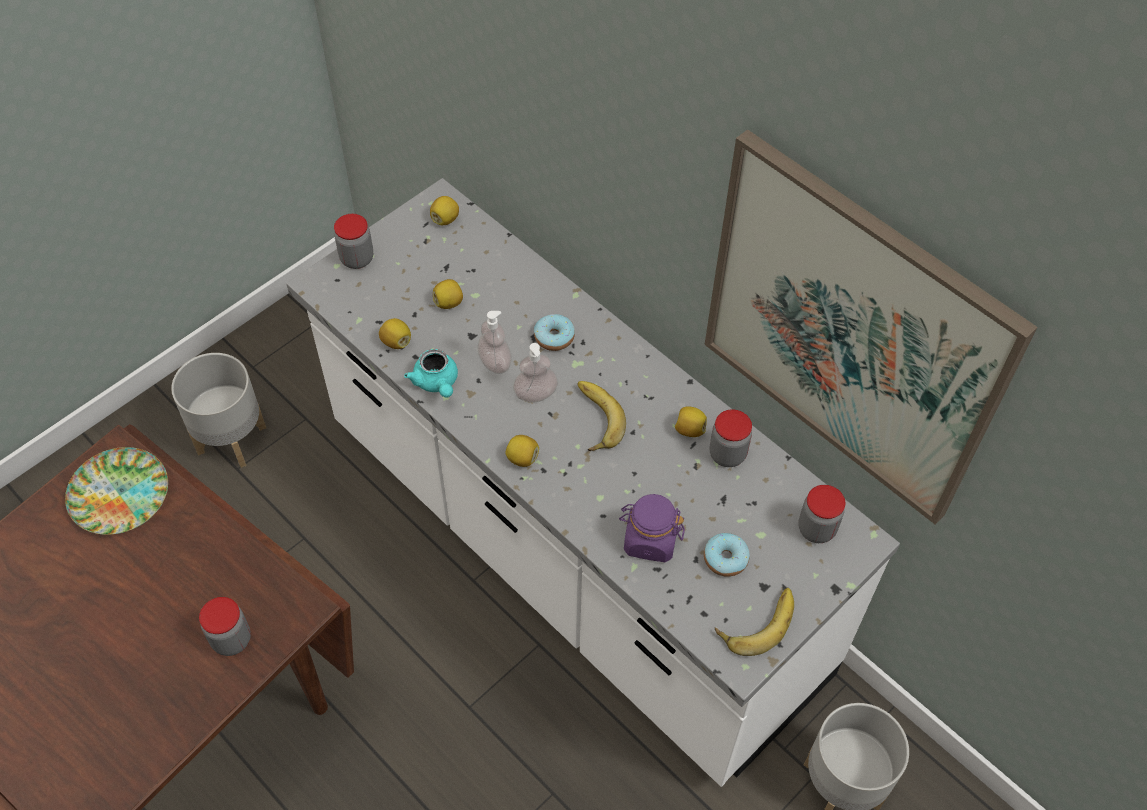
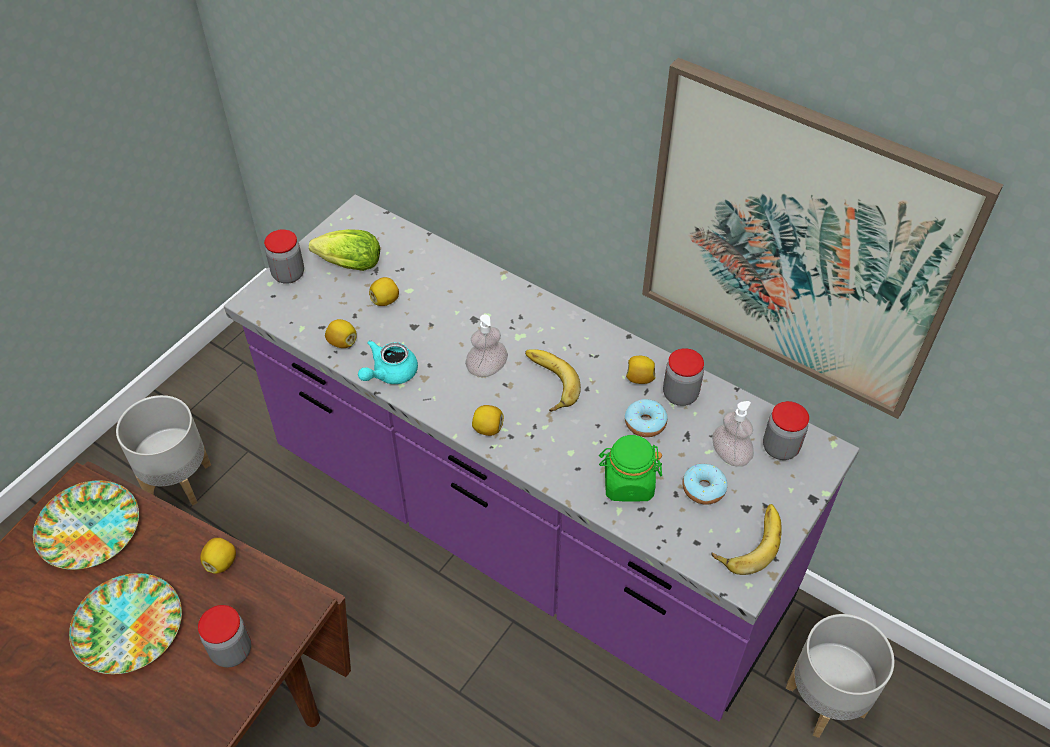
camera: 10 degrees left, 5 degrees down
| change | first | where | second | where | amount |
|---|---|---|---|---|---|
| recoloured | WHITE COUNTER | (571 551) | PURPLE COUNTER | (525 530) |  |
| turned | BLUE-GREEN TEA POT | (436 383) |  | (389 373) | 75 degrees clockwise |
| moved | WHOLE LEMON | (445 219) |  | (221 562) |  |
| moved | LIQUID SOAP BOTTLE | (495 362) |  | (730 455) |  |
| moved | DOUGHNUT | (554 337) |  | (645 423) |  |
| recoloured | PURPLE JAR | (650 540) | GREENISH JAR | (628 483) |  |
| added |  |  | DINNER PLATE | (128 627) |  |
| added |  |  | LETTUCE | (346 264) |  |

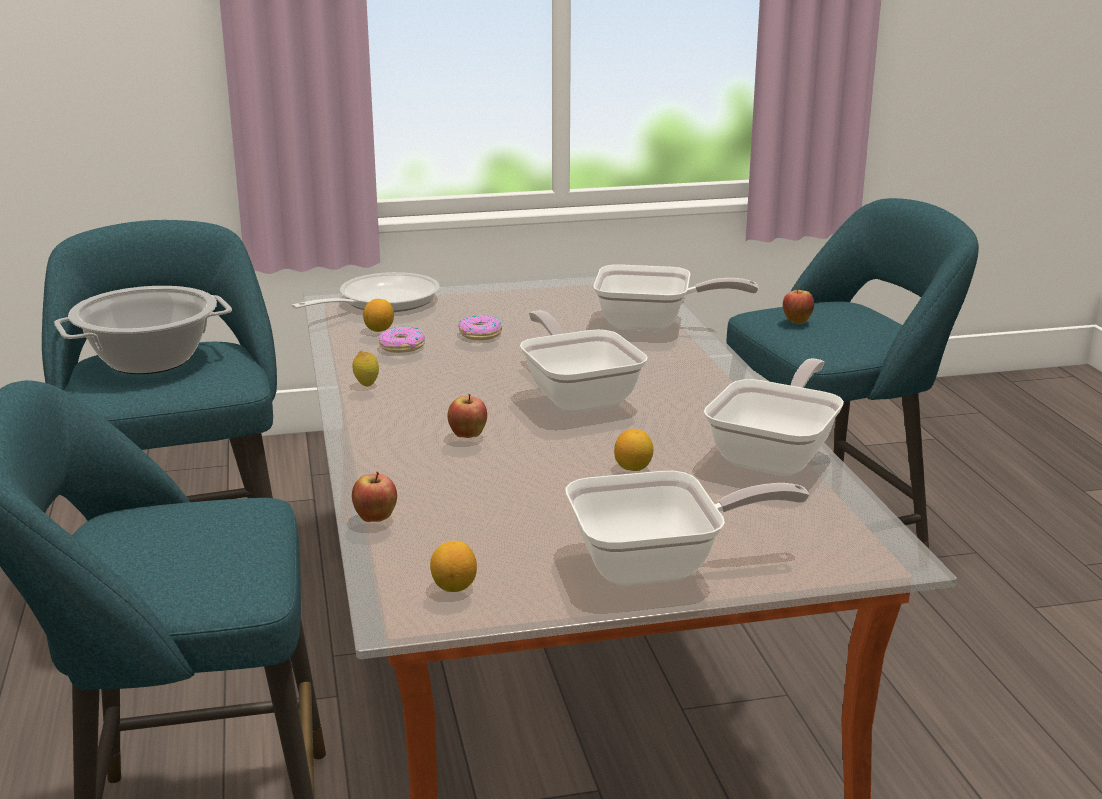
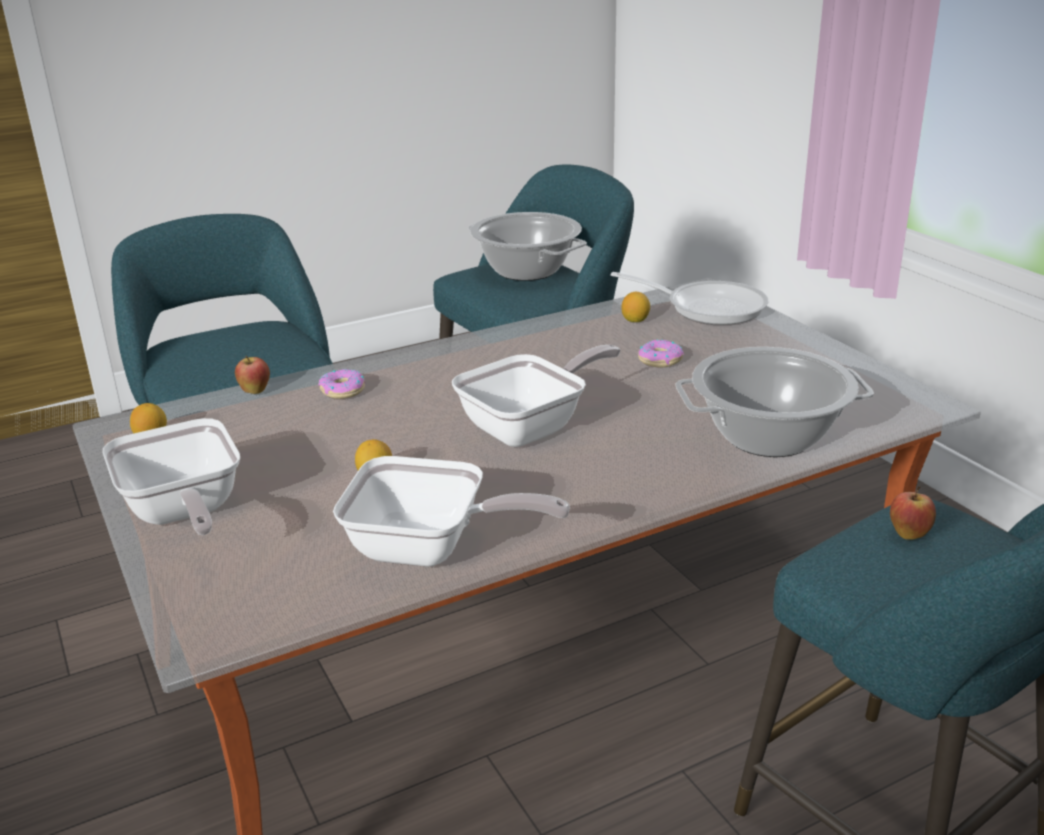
camera: 75 degrees right, 5 degrees up
| change | first | where | second | where | amount |
|---|---|---|---|---|---|
| removed | WHOLE LEMON | (366 385) |  |  |  |
| moved | DOUGHNUT | (401 347) |  | (342 390) |  |
| removed | APPLE | (468 437) |  |  |  |
| replaced | SKILLET | (653 325) | STOCKPOT | (768 437) |  |

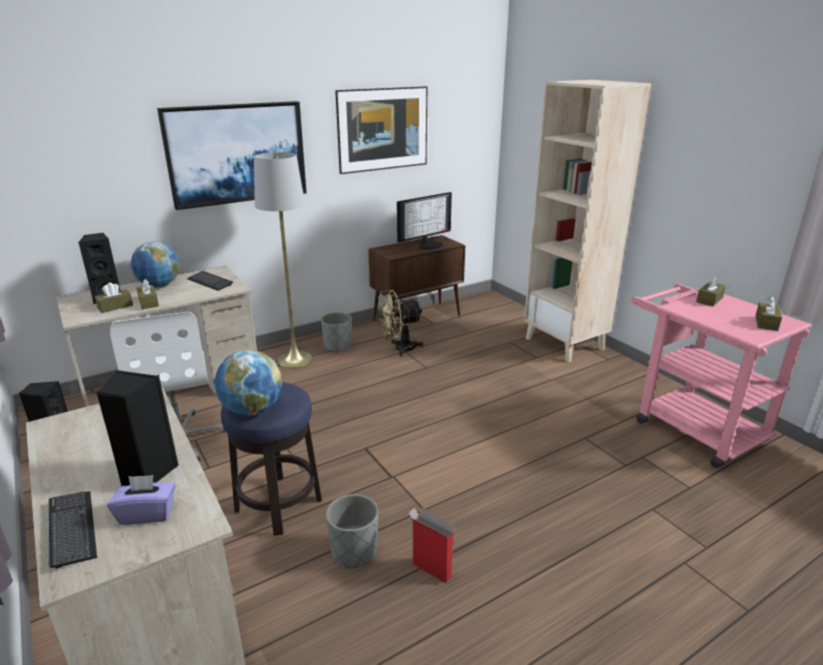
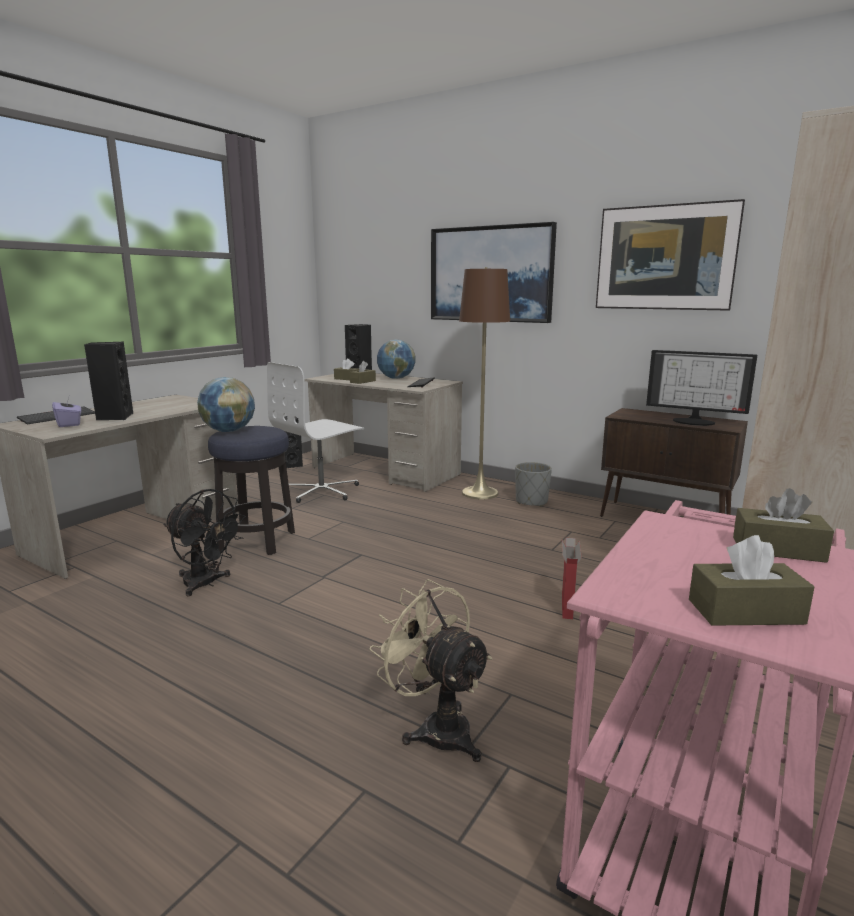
camera: 65 degrees right, 10 degrees down
| change | first | where | second | where | amount |
|---|---|---|---|---|---|
| recoloured | GRAY STANDARD LAMP | (295 360) | BROWN-COLOURED STANDARD LAMP | (480 493) |  |
| replaced | GRAY PLANT POT | (353 551) | BLACK ELECTRIC FAN | (206 584) |  |
| moved | BEIGE ELECTRIC FAN | (399 349) |  | (436 728) |  |
| moved | CARDBOARD BOX | (430 570) |  | (567 607) |  |

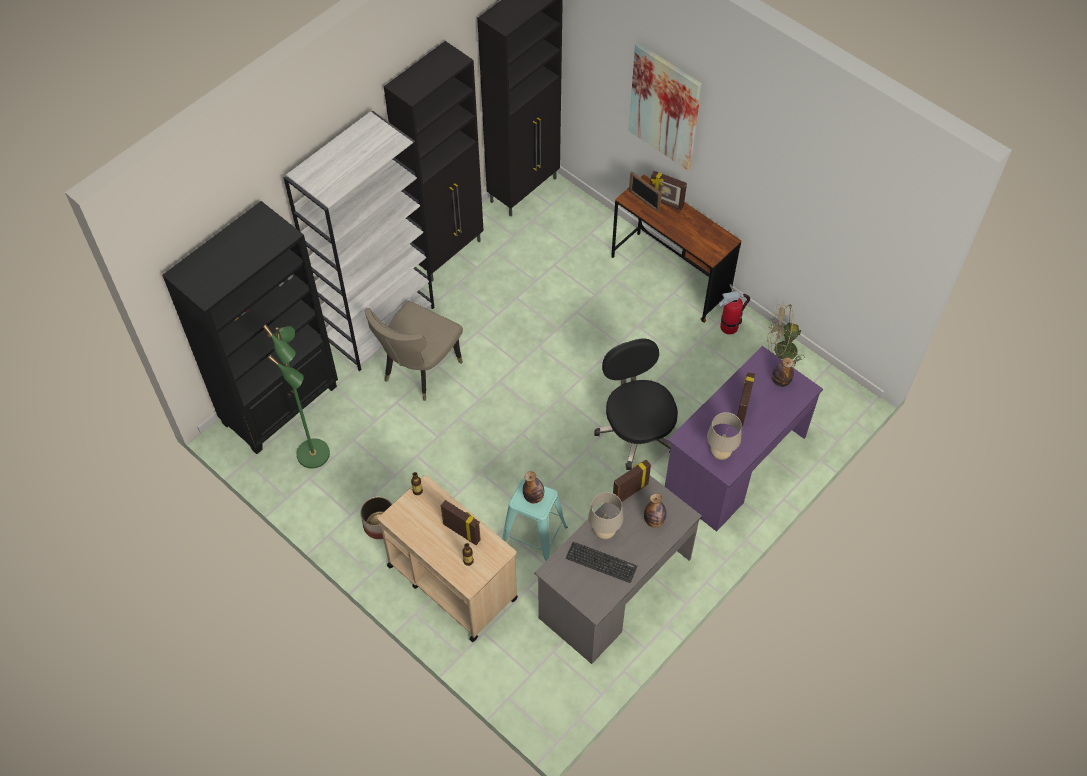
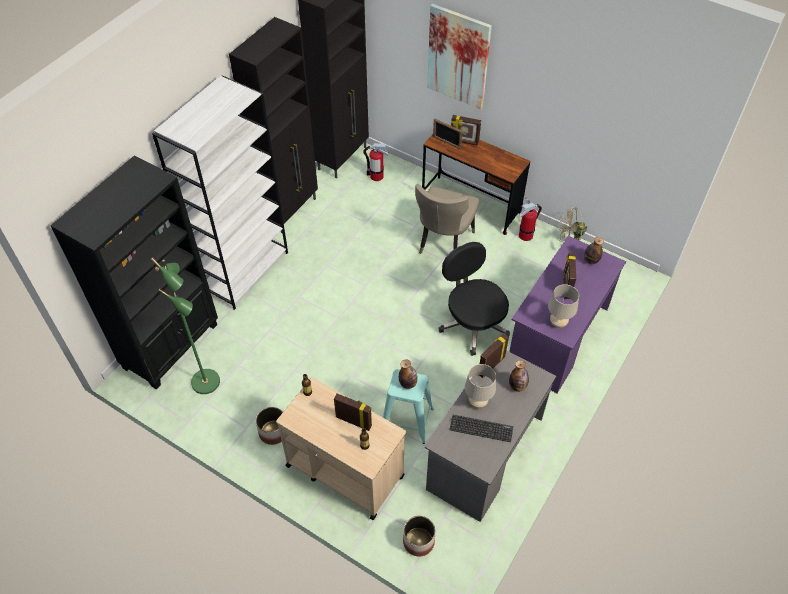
camera: 10 degrees left, 5 degrees down
| change | first | where | second | where | amount |
|---|---|---|---|---|---|
| moved | BEIGE PLAIN CHAIR | (418 371) |  | (443 243) |  |
| added |  |  | FIRE EXTINGUISHER | (376 176) |  |
| added |  |  | PLANT POT | (418 541) |  |

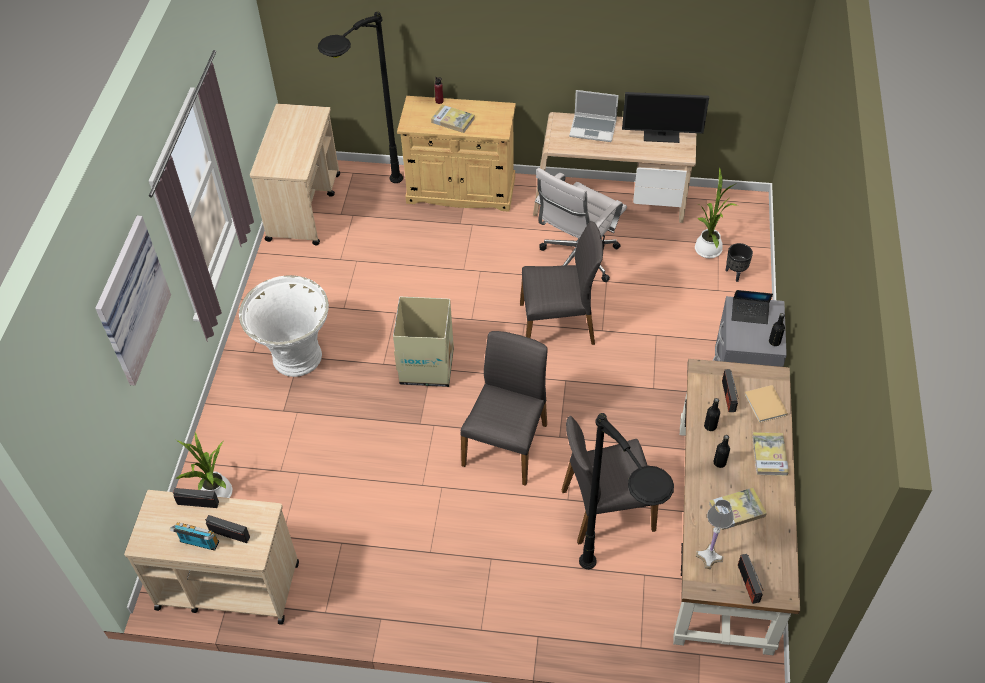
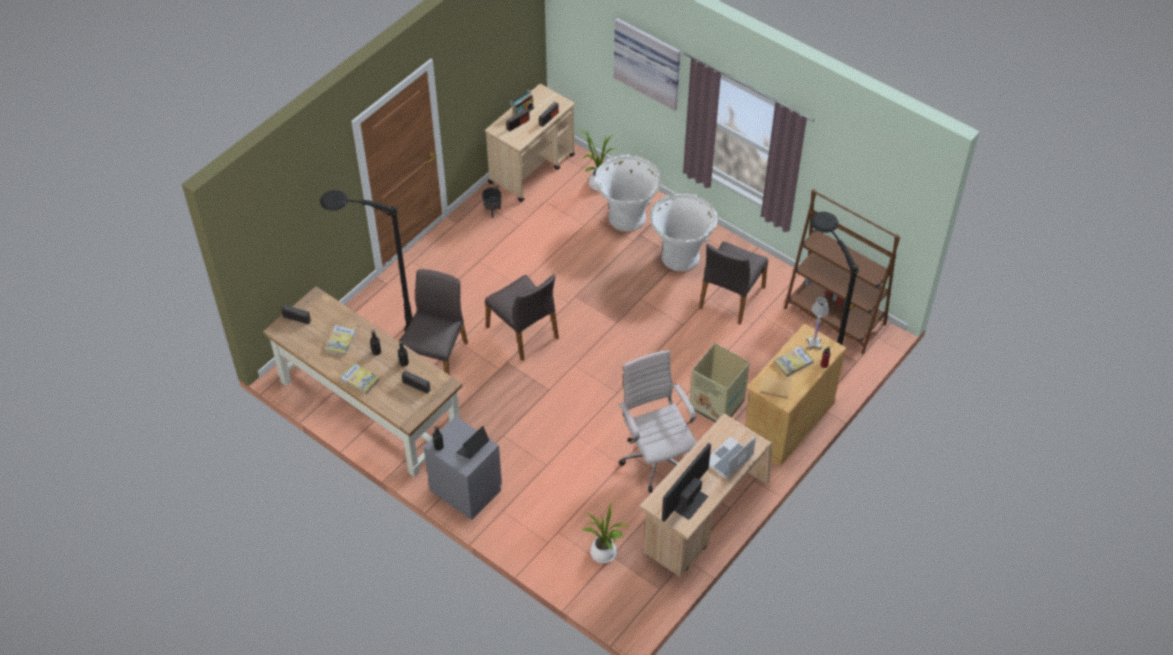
camera: 120 degrees right, 0 degrees up
| change | first | where | second | where | amount |
|---|---|---|---|---|---|
| replaced | BEIGE WHEELED CART | (304 206) | BROWN-COLOURED BOOKSHELF | (835 316) |  |
| moved | CARDBOARD BOX | (427 365) |  | (717 405) |  |
| moved | GRAY PLAIN CHAIR | (558 324) |  | (730 297) |  |
| moved | WHITE TABLETOP LAMP | (709 556) |  | (814 343) |  |
| moved | BLACK PLANT POT | (735 273) |  | (492 211) |  |
| moved | BEIGE BOUND BOOK | (766 406) |  | (775 386) |  |
| added |  |  | WHITE PLANT POT | (626 218) |  |

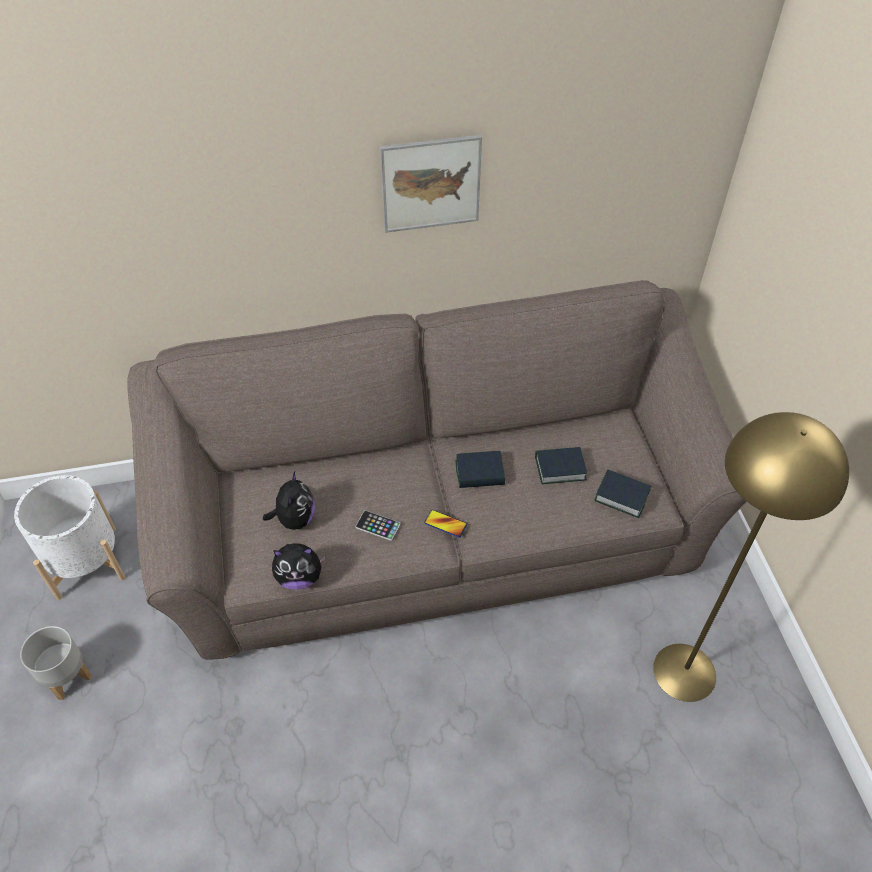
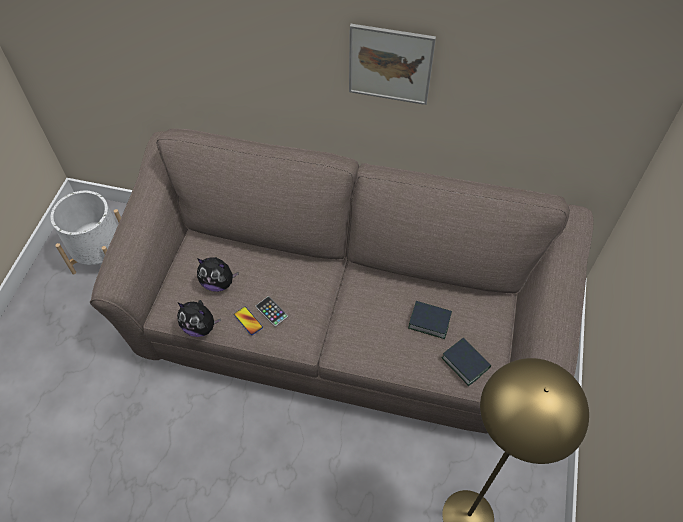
camera: 25 degrees right, 5 degrees up
| change | first | where | second | where | amount |
|---|---|---|---|---|---|
| removed | GRAY PLANT POT | (68 676) |  |  |  |
| turned | PLUSH TOY | (294 519) |  | (218 283) | 75 degrees clockwise |
| moved | HANDSET | (445 524) |  | (248 321) |  |
| removed | BOUND BOOK | (480 473) |  |  |  |

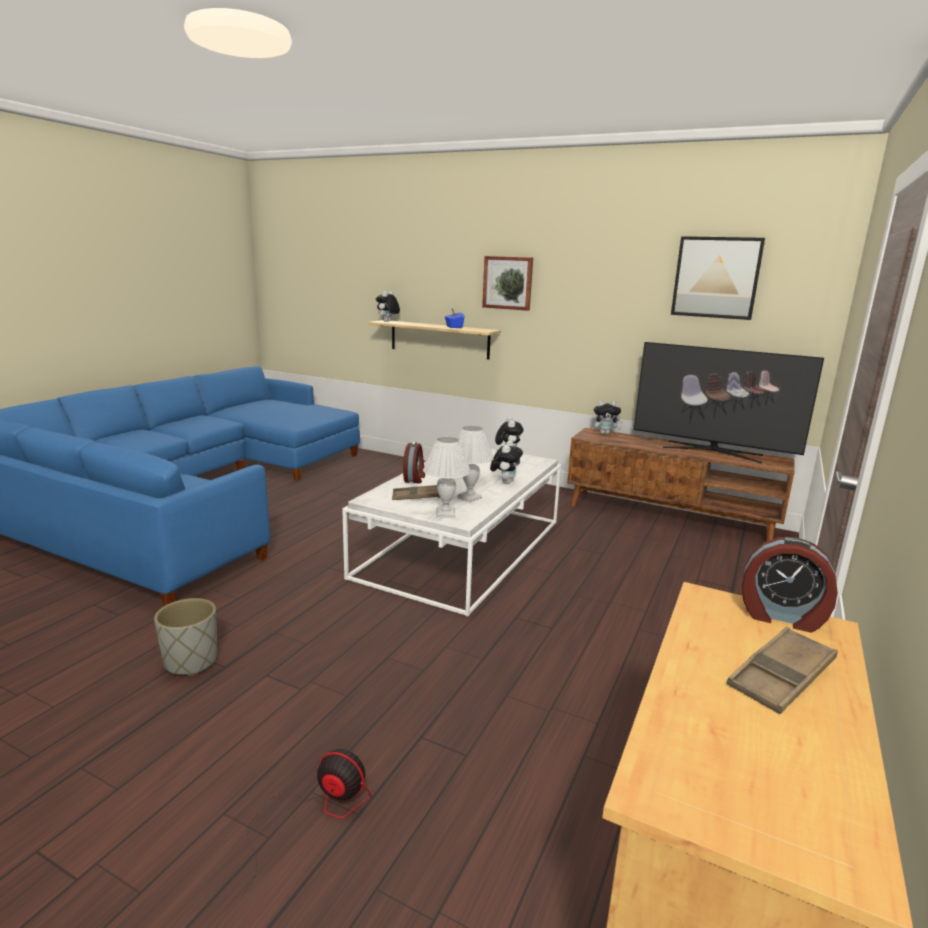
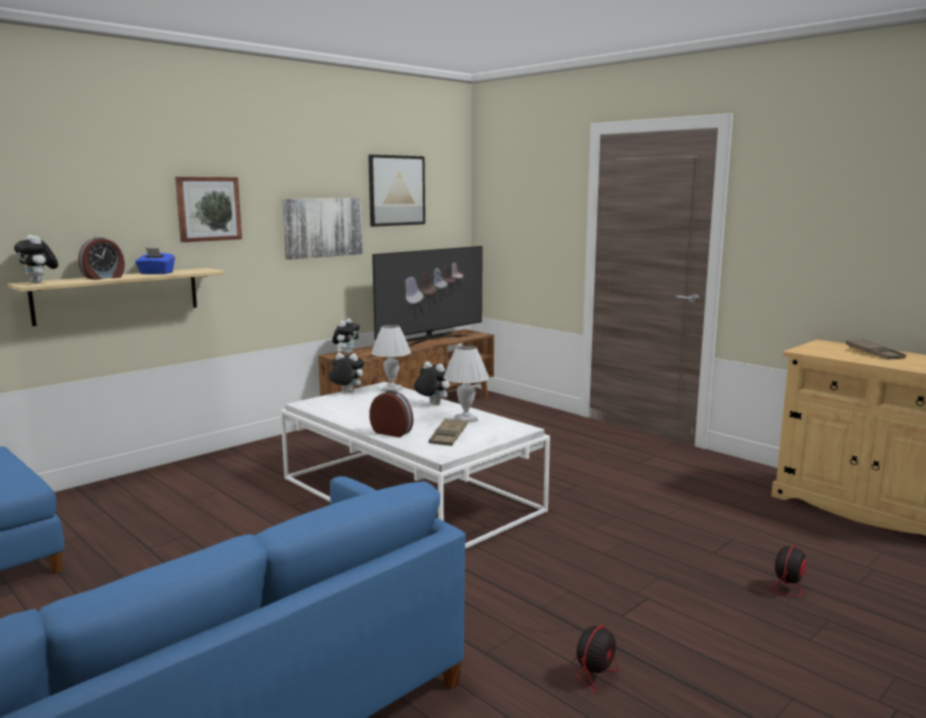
camera: 70 degrees left, 5 degrees down
| change | first | where | second | where | amount |
|---|---|---|---|---|---|
| replaced | GRAY PLANT POT | (190 662) | ELECTRIC FAN | (588 663) |  |
| moved | WHITE TABLETOP LAMP | (445 513) |  | (391 390) |  |
| moved | ALARM CLOCK | (781 616) |  | (104 278) |  |
| added |  |  | PICTURE | (322 227) |  |

